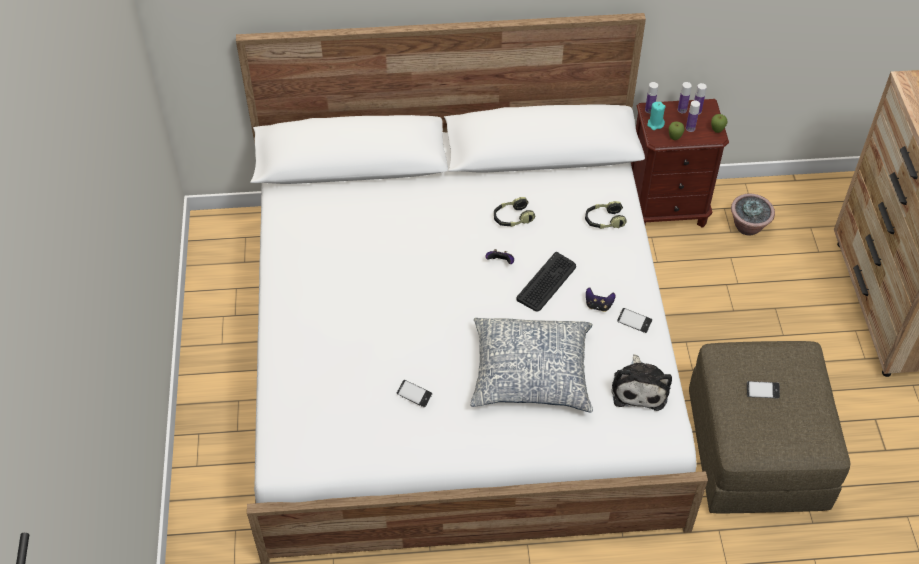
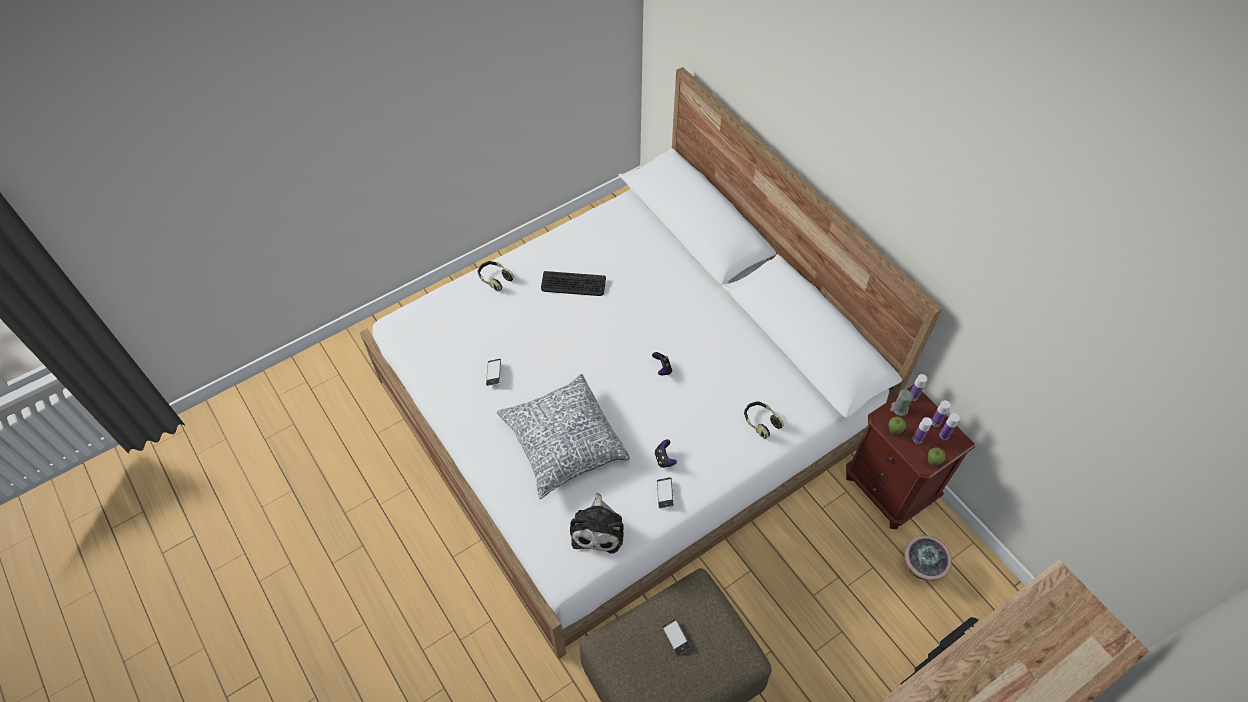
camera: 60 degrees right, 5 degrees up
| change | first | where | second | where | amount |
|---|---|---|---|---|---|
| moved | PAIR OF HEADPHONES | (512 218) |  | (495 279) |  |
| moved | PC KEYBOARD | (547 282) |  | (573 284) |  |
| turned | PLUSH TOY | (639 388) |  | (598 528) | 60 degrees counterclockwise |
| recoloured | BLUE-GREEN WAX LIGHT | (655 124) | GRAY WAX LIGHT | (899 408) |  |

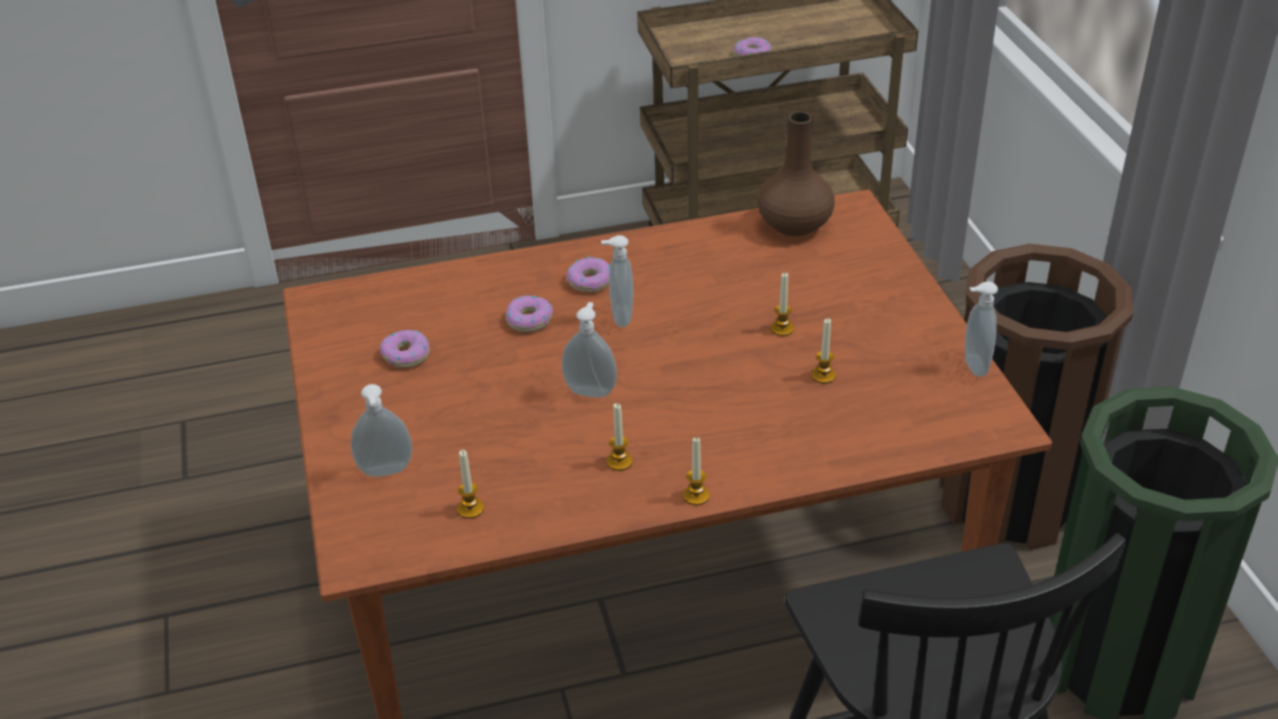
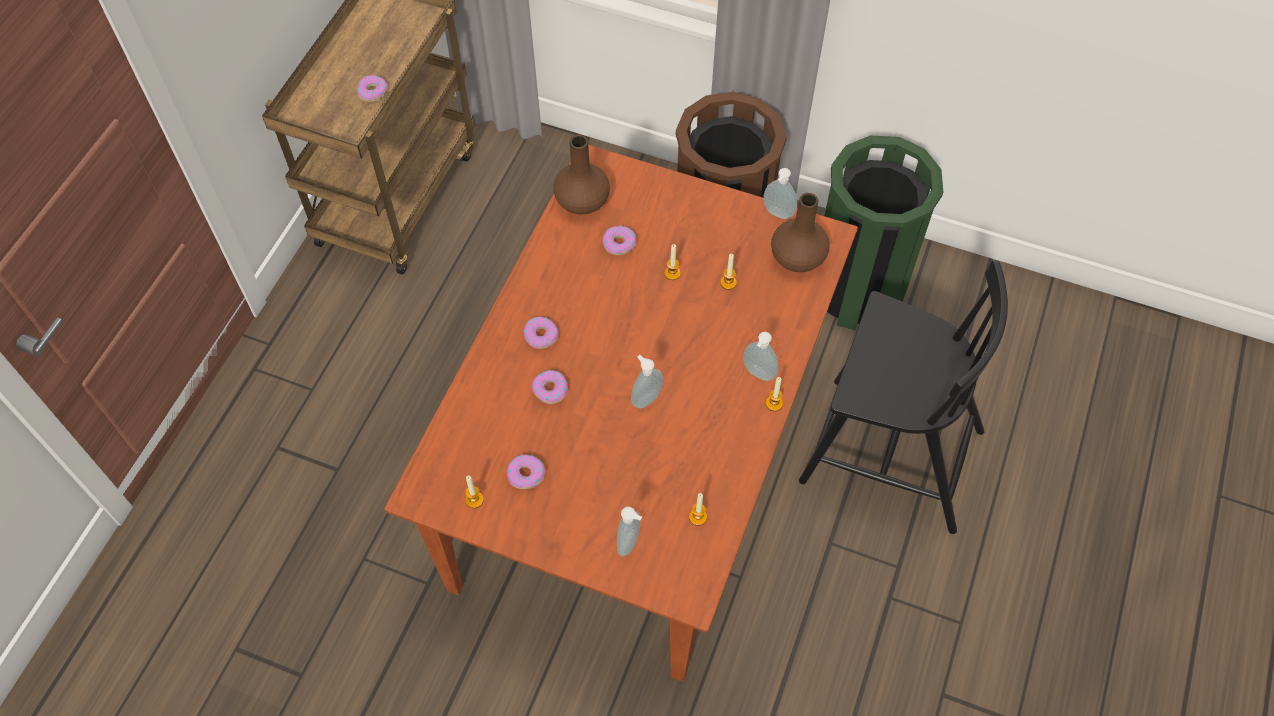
camera: 55 degrees left, 20 degrees up
| change | first | where | second | where | amount |
|---|---|---|---|---|---|
| moved | LIQUID SOAP BOTTLE | (619 317) |  | (757 374) |  |
| moved | WAX LIGHT | (619 462) |  | (474 500) |  |
| added |  |  | DOUGHNUT | (619 244) |  |
| added |  |  | BROWN-COLOURED VASE | (798 257) |  |

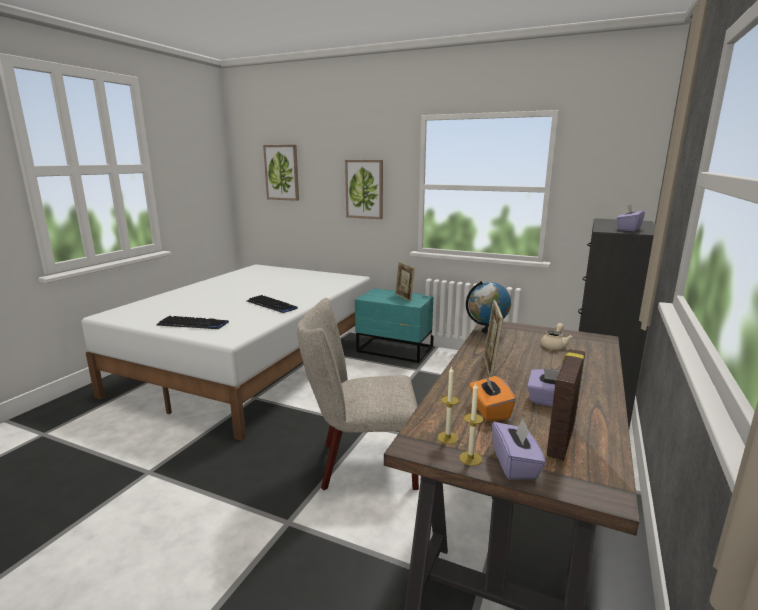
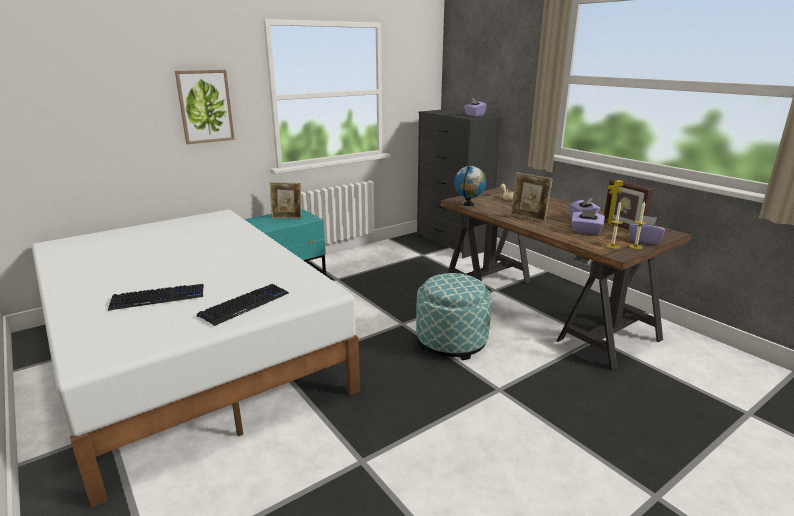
camera: 60 degrees left, 5 degrees up
| change | first | where | second | where | amount |
|---|---|---|---|---|---|
| moved | PC KEYBOARD | (271 305) |  | (158 298) |  |
| removed | PICTURE | (282 172) |  |  |  |
| replaced | BEIGE PLAIN CHAIR | (361 464) | OTTOMAN | (451 341) |  |
| recoloured | ORANGE-COLOURED TISSUE HOLDER | (489 410) | PURPLE TISSUE HOLDER | (586 231) |  |

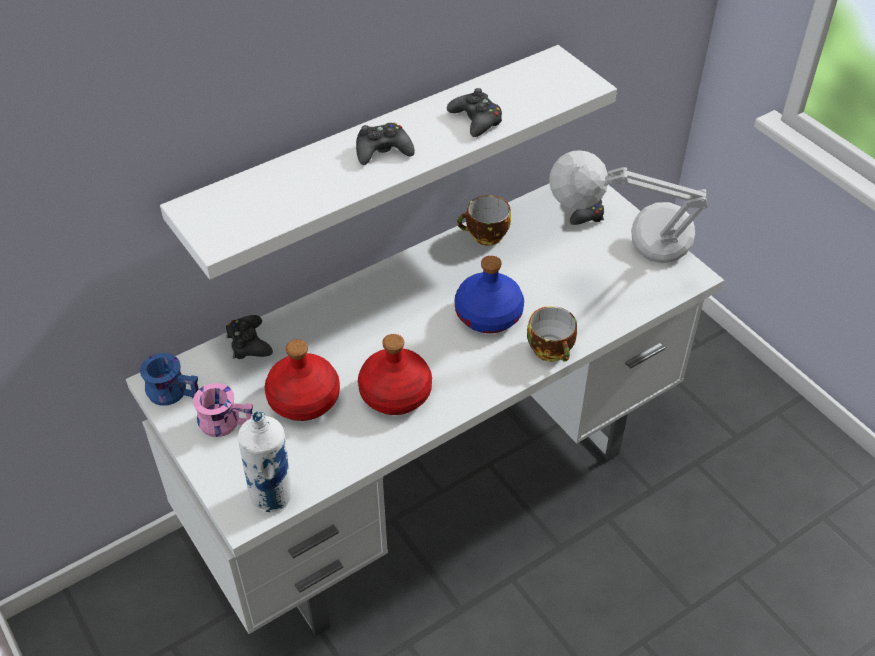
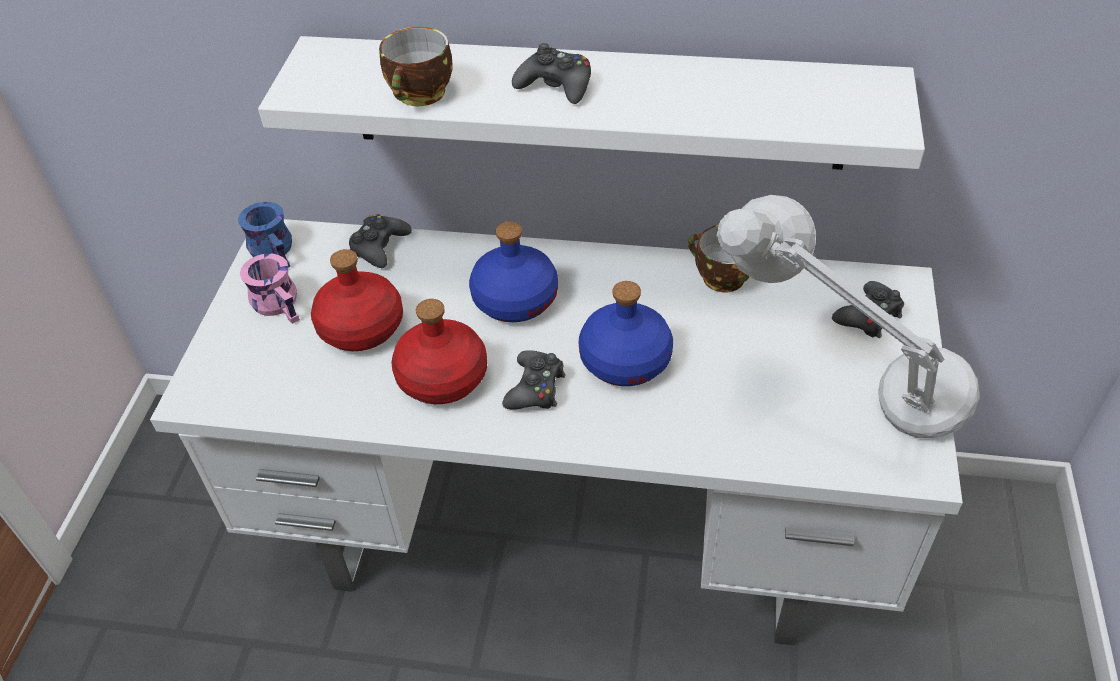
camera: 45 degrees right, 0 degrees up
| change | first | where | second | where | amount |
|---|---|---|---|---|---|
| removed | WHITE DRINK BOTTLE | (272 495) |  |  |  |
| moved | BLACK GAME CONTROLLER | (476 120) |  | (535 388) |  |
| moved | CUP | (552 350) |  | (421 95) |  |
| added |  |  | BLUE DRINK BOTTLE | (514 299) |  |

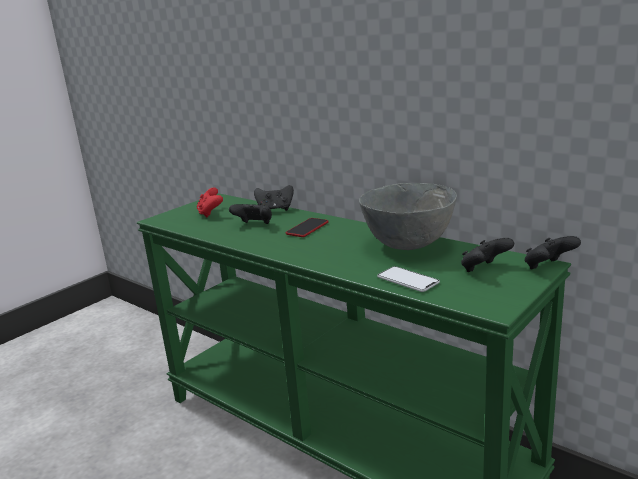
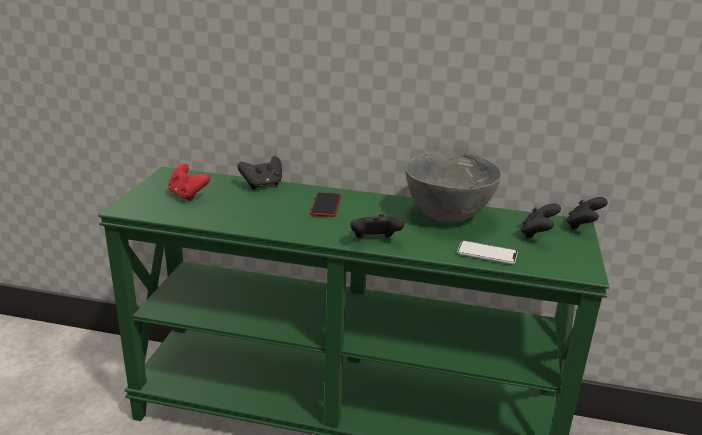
camera: 30 degrees left, 5 degrees up
| change | first | where | second | where | amount |
|---|---|---|---|---|---|
| moved | BLACK GAME CONTROLLER | (254 225) |  | (374 241) |  |

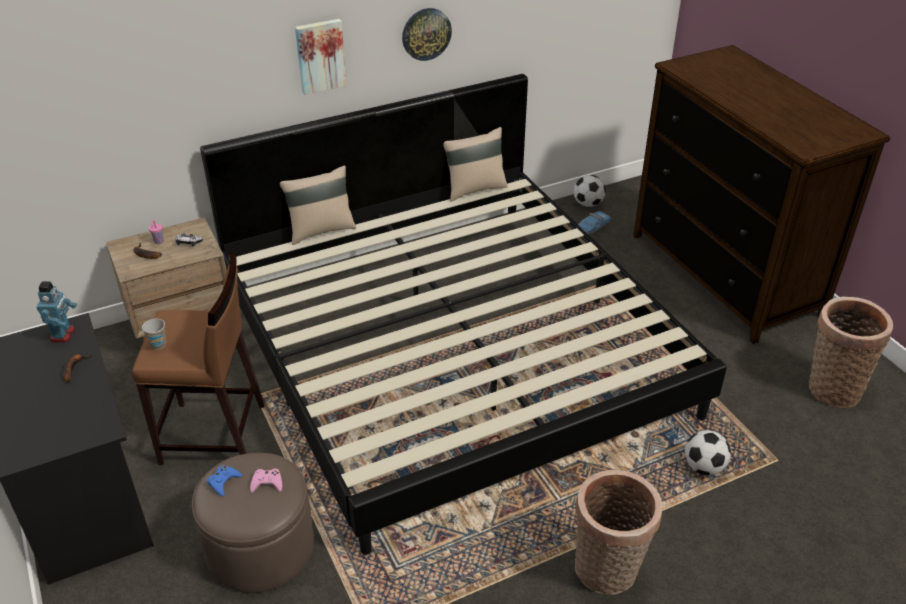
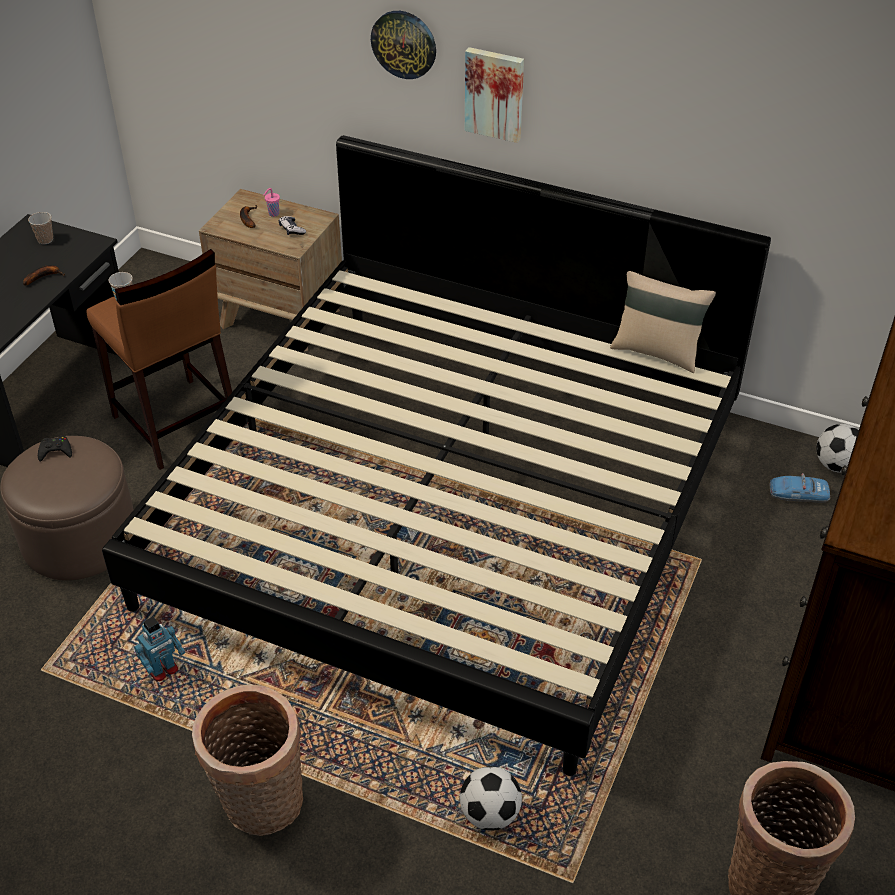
camera: 50 degrees right, 5 degrees up
| change | first | where | second | where | amount |
|---|---|---|---|---|---|
| moved | ROBOT FIGURE | (63 335) |  | (163 670) |  |
| recoloured | BLUE GAME CONTROLLER | (223 482) | BLACK GAME CONTROLLER | (55 451) |  |
| removed | PINKISH GAME CONTROLLER | (267 483) |  |  |  |
| removed | BEIGE THROW PILLOW | (320 230) |  |  |  |
| moved | CLOCK ON THE WALL | (426 34) |  | (404 44) |  |
| added |  |  | CUP | (45 240) |  |

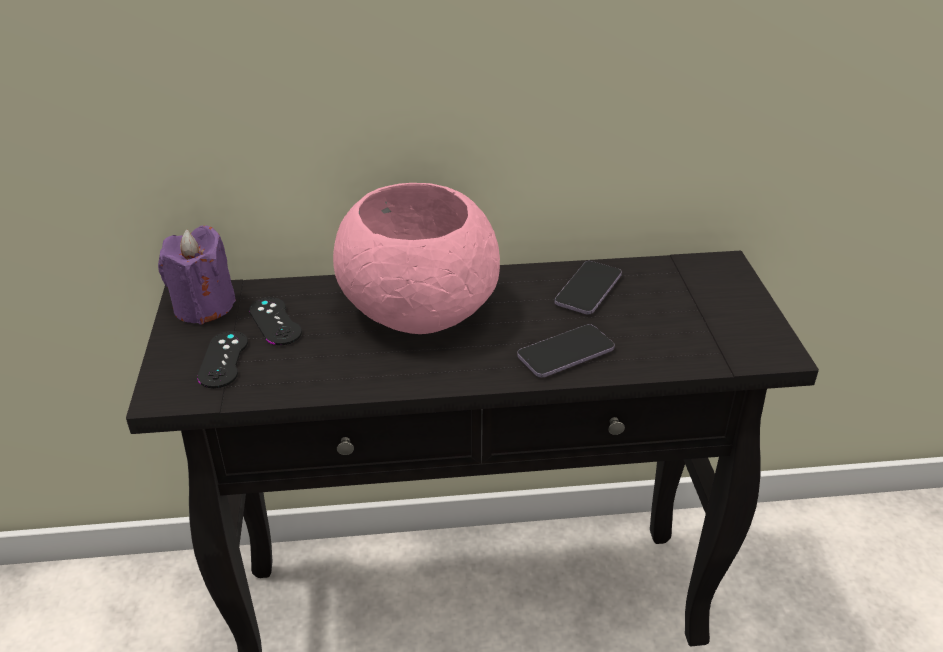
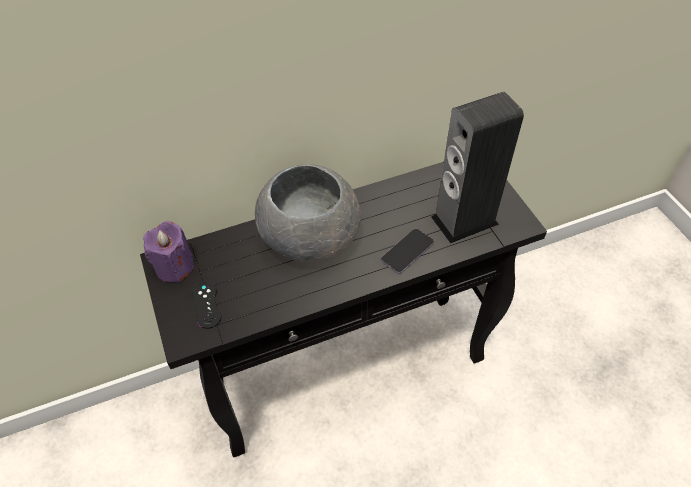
camera: 15 degrees left, 15 degrees up
| change | first | where | second | where | amount |
|---|---|---|---|---|---|
| removed | BLACK GAME CONTROLLER | (275 321) |  |  |  |
| recoloured | PINKISH DEEP DISH | (420 311) | GRAY DEEP DISH | (311 239) |  |
| removed | HANDSET | (588 290) |  |  |  |
| added |  |  | AUDIO SPEAKER | (464 220) |  |

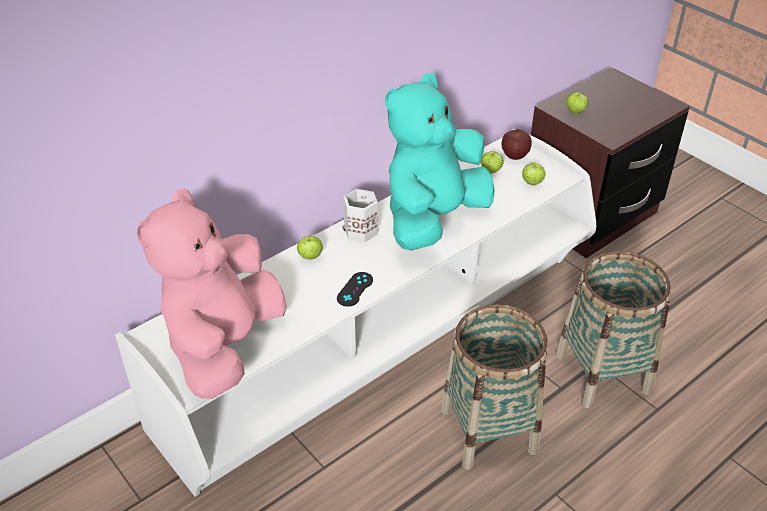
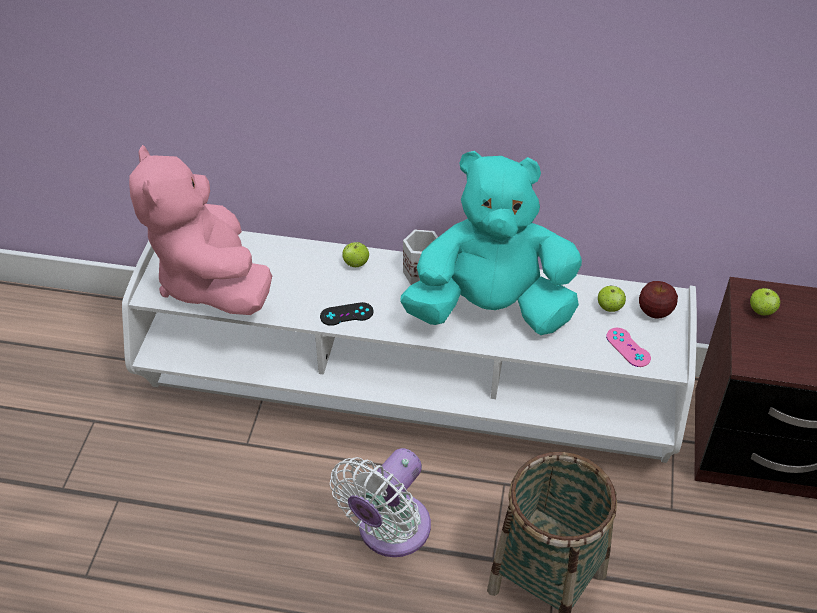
camera: 50 degrees right, 5 degrees up
| change | first | where | second | where | amount |
|---|---|---|---|---|---|
| turned | PINKISH PLUSH TOY | (224 345) |  | (210 280) | 90 degrees counterclockwise |
| replaced | BASKET | (489 430) | WHITE ELECTRIC FAN | (389 531) |  |
| replaced | APPLE | (532 183) | PINKISH GAME CONTROLLER | (628 347) |  |

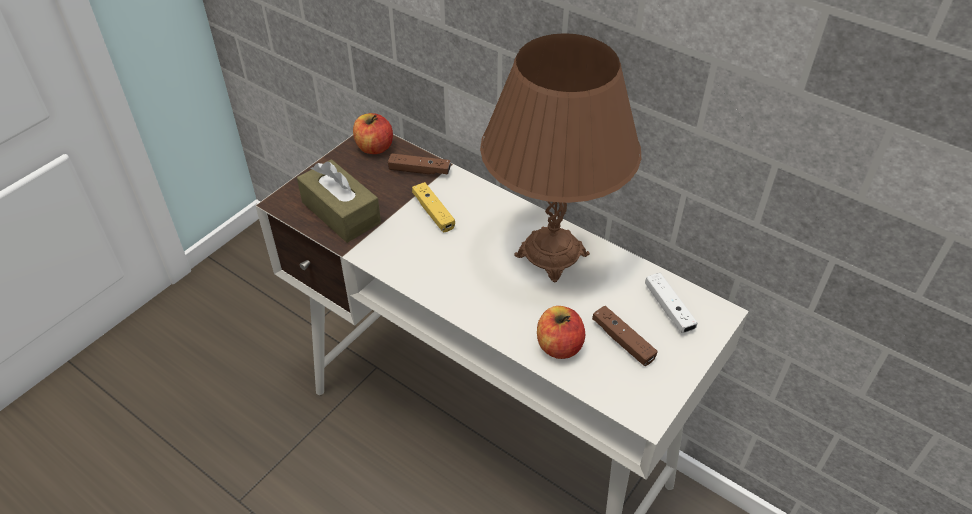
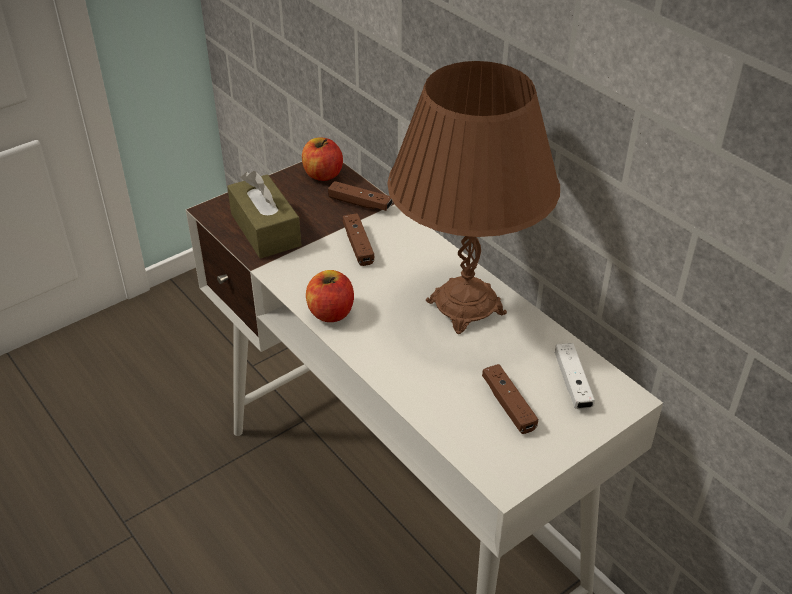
camera: 15 degrees right, 5 degrees down
| change | first | where | second | where | amount |
|---|---|---|---|---|---|
| recoloured | YELLOW-COLOURED GAME CONTROLLER | (433 212) | BROWN-COLOURED GAME CONTROLLER | (358 245) |  |
| moved | APPLE | (559 346) |  | (331 312) |  |

